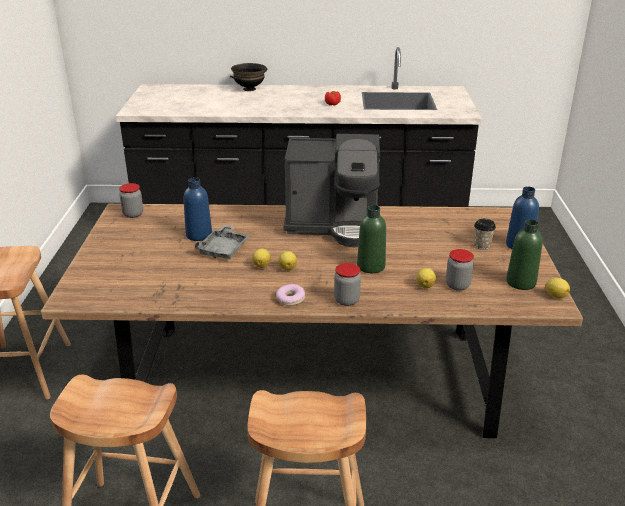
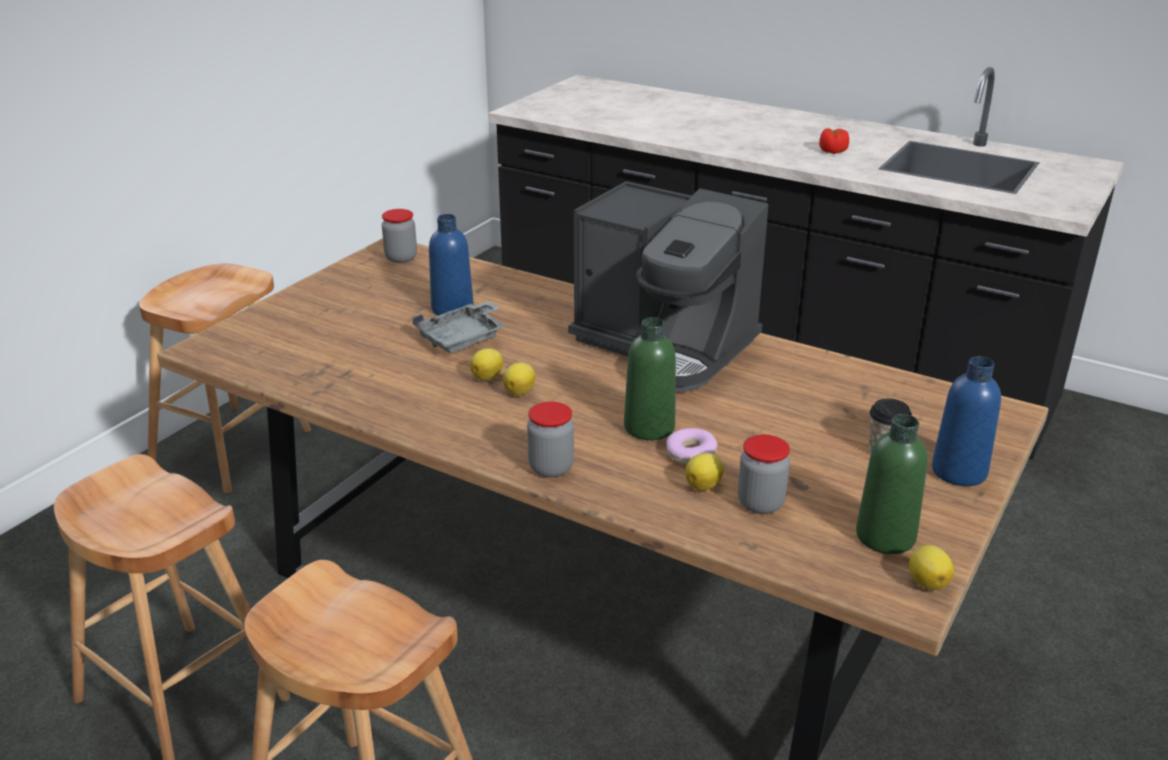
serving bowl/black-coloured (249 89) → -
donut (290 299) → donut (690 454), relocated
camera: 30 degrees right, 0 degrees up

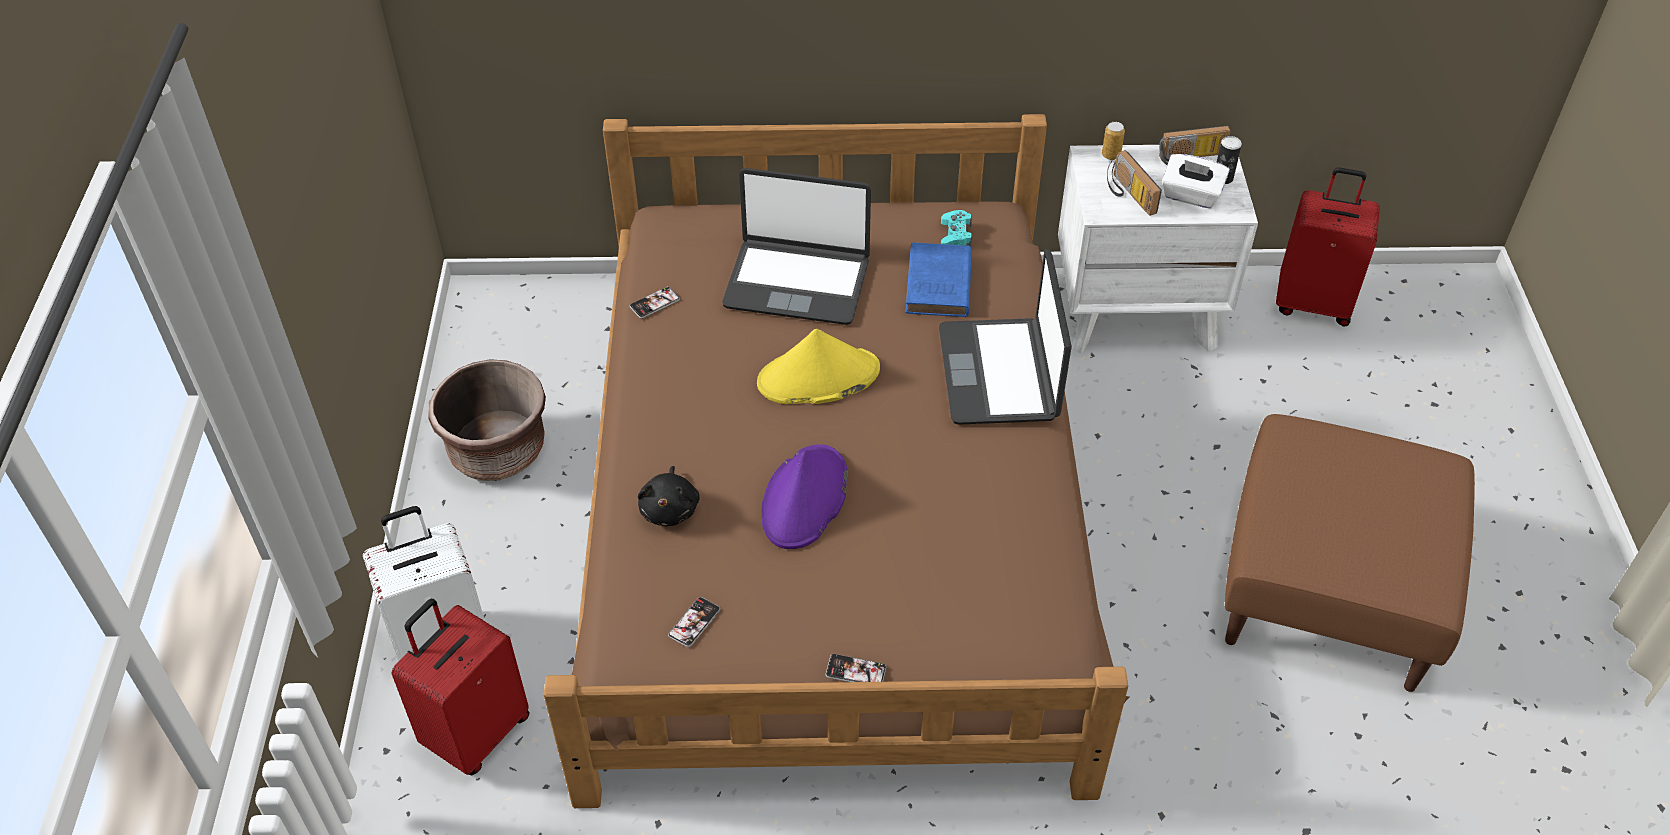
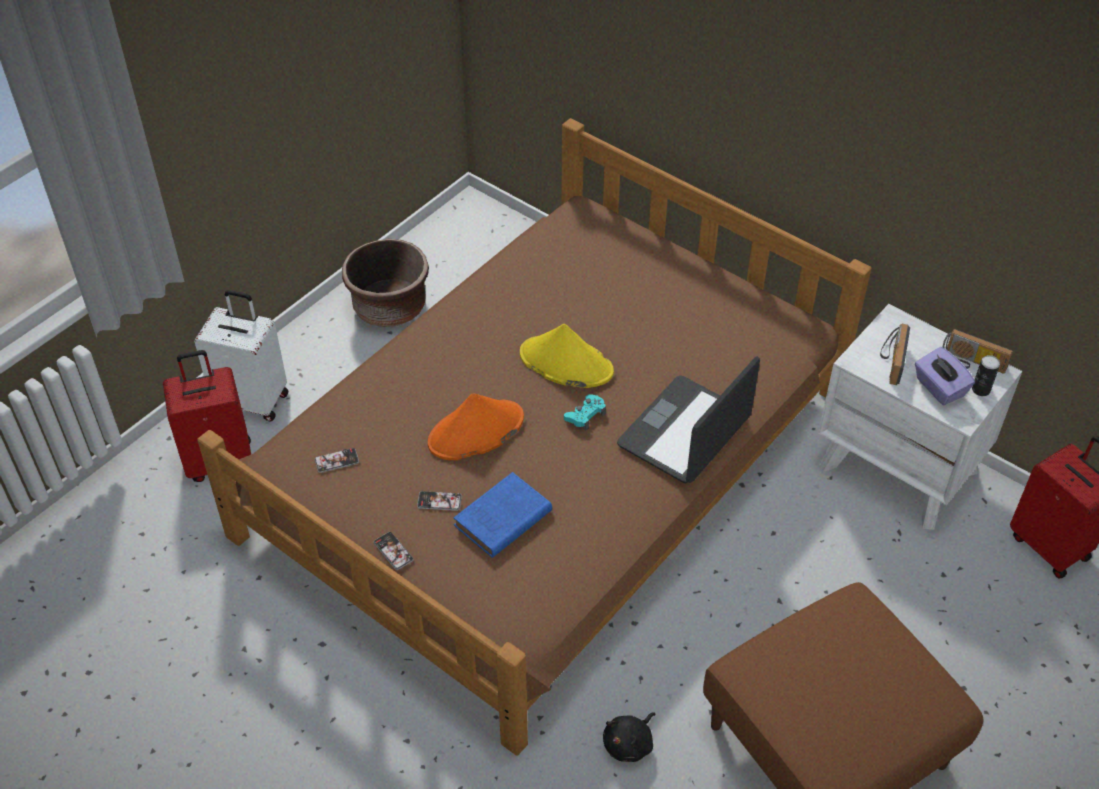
sealed can (1111 155) → -
tissue box/whitish (1191 196) → tissue box/purplish (939 388)
portable computer (797 282) → -
game controller/turquoise (955 235) → game controller/turquoise (585 415), relocated
bound book/blue-coloured (938 286) → bound book/blue-coloured (501 520), relocated
telephone (654 303) → telephone (439 501), relocated
hat/purplish (804 498) → hat/orange (475 431)
soft toy/black-coloured (670 509) → soft toy/black-coloured (630 744), relocated
camera: 40 degrees right, 0 degrees up

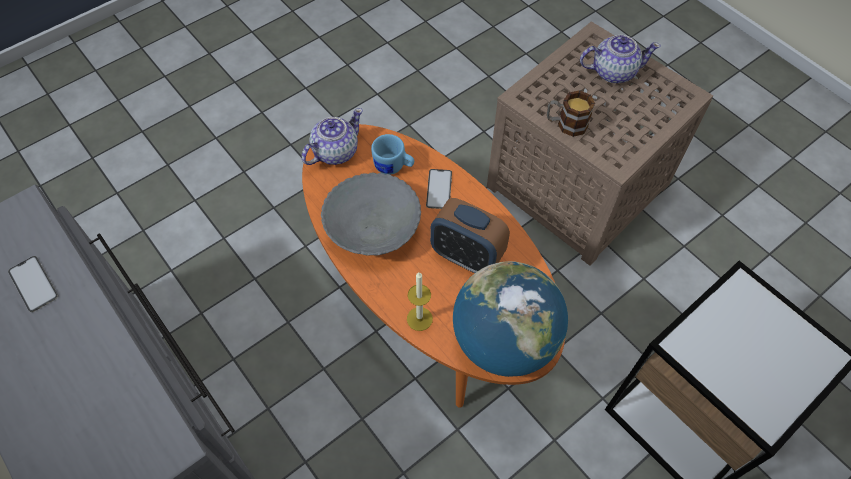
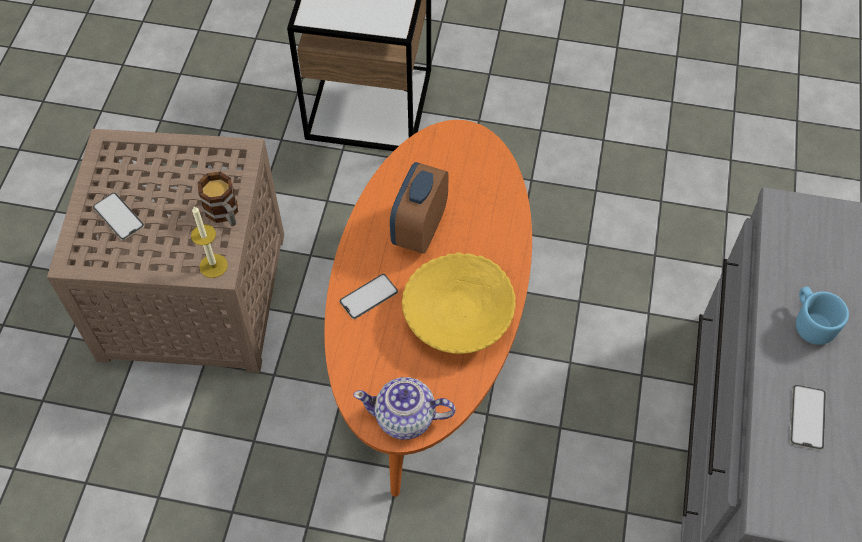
pot for tea (613 71) → telephone (118 216)
tea mug/blue-coloured (393 167) → tea mug/blue-coloured (811 323), relocated
serving bowl/grey (372 227) → serving bowl/yellowish (458 317)
bedside clock (467 256) → bedside clock (419 229), 150 degrees counterclockwise
world globe (504 341) → -
wax light (419 319) → wax light (213 266), relocated
camera: 130 degrees left, 0 degrees up

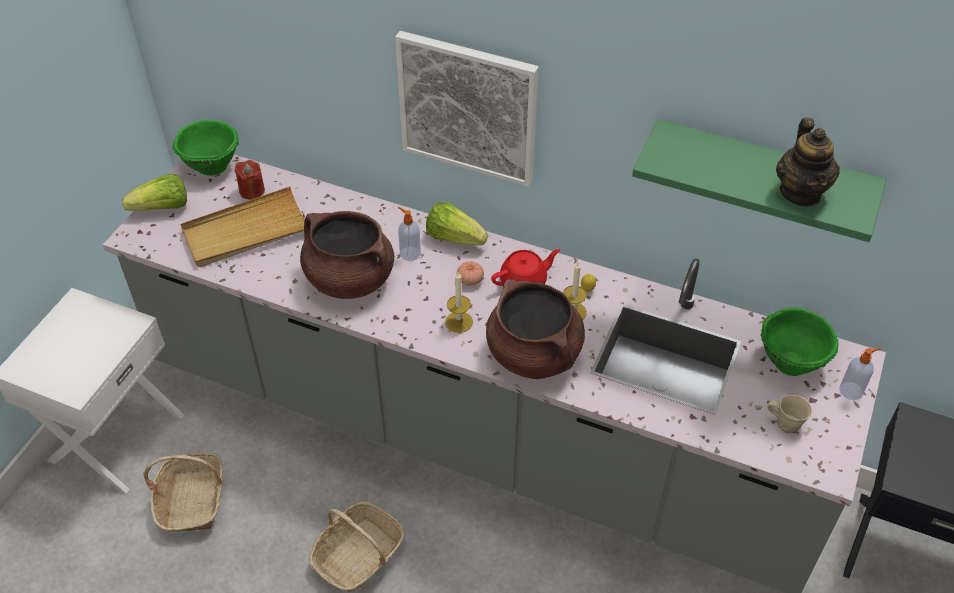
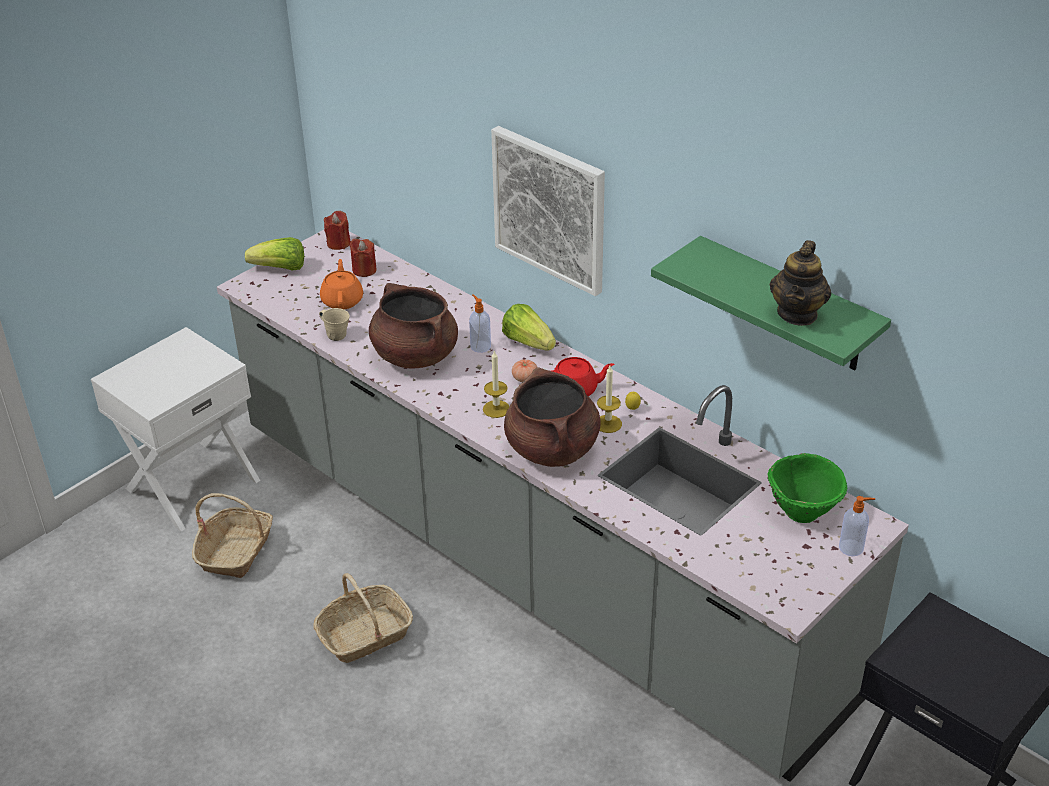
serving bowl/greenish (211 165) → wax light/red-coloured (338 243)
carrying tray/sand-coloured (246 231) → pot for tea/orange (342 300)
tea mug/sand-coloured (786 423) → tea mug/sand-coloured (336 334), relocated
camera: 20 degrees right, 10 degrees down

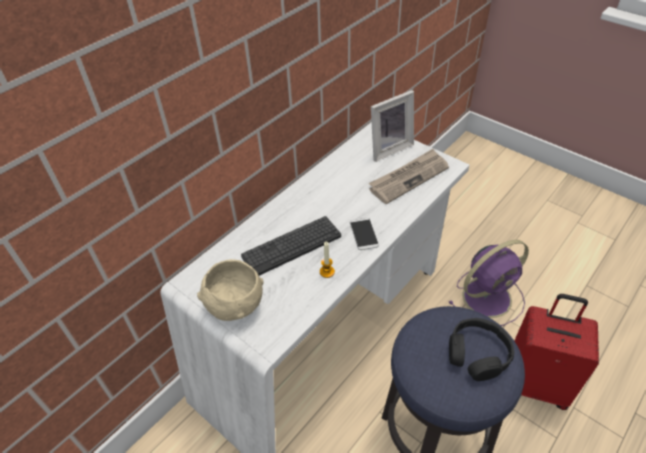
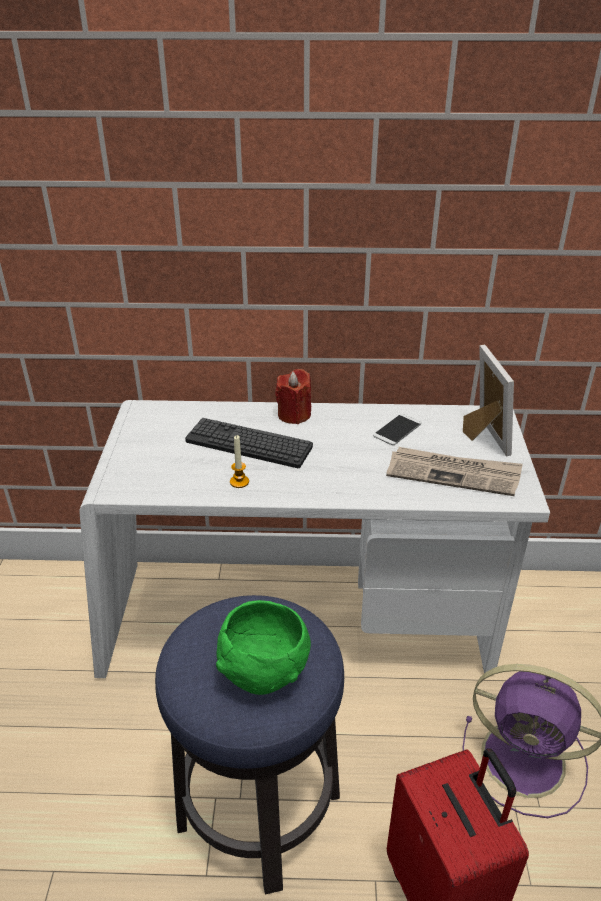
standing frame (388 148) → standing frame (482 437), 120 degrees counterclockwise
telephone (364 234) → telephone (397 430), relocated
serving bowl/sand-coloured (235 307) → -
headset/black-coloured (477 354) → serving bowl/greenish (264 673)
- → wax light/red-coloured (294 415)
camera: 50 degrees right, 10 degrees down

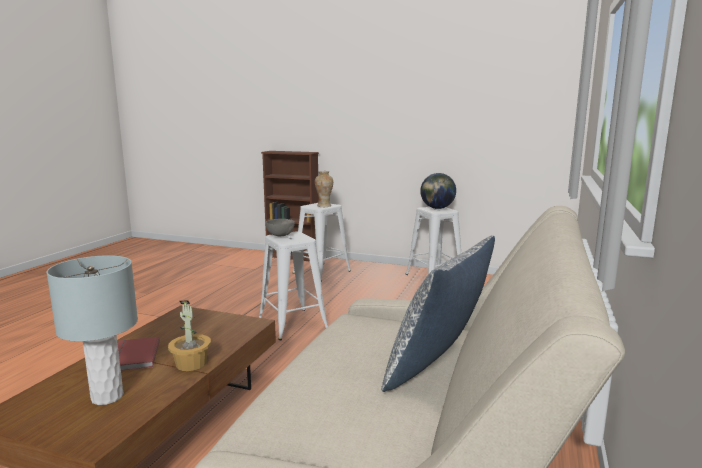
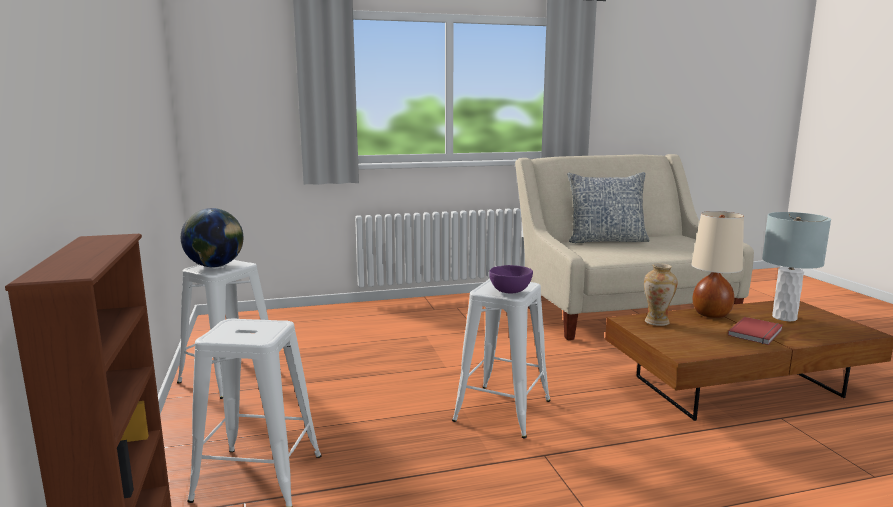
decorative vase (324 206) → decorative vase (656 322), relocated
serving bowl/grey (281 236) → serving bowl/purplish (510 292)
plant in a pot (191 364) → table lamp/sand-coloured (712 314)
camera: 125 degrees left, 0 degrees up

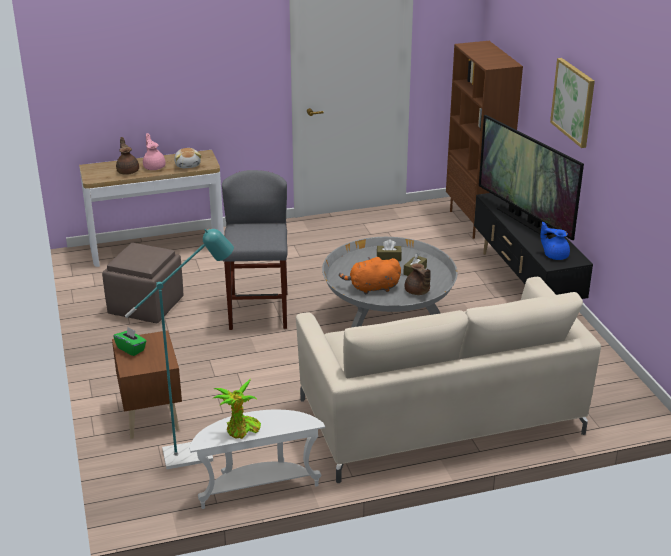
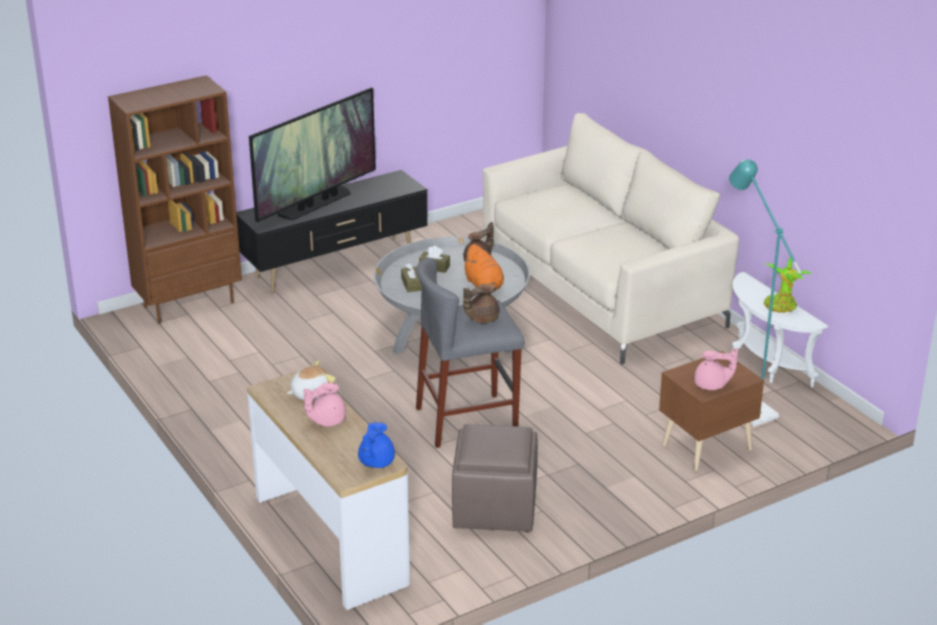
wall art (573 102) → -
pot for tea/brownish (128 171) → pot for tea/brownish (481 318), relocated
pot for tea/blue-coloured (555 255) → pot for tea/blue-coloured (375 462), relocated
tissue box/greenish (131 349) → pot for tea/pink (712 385)
camera: 105 degrees left, 0 degrees up

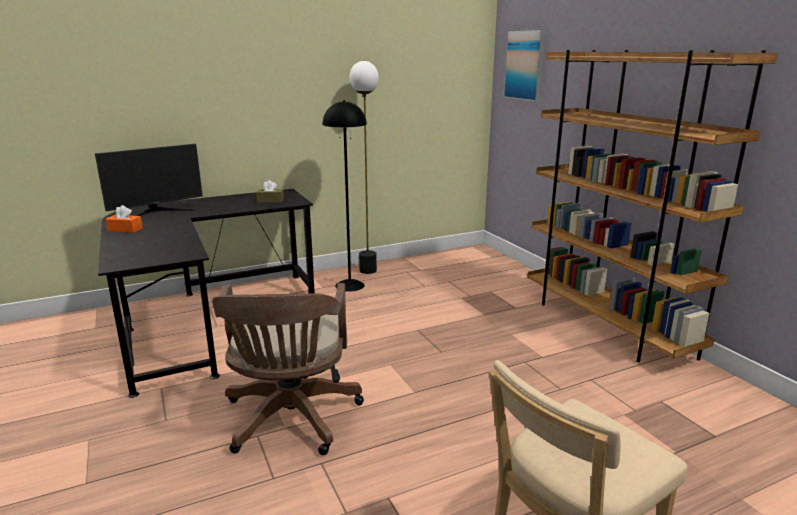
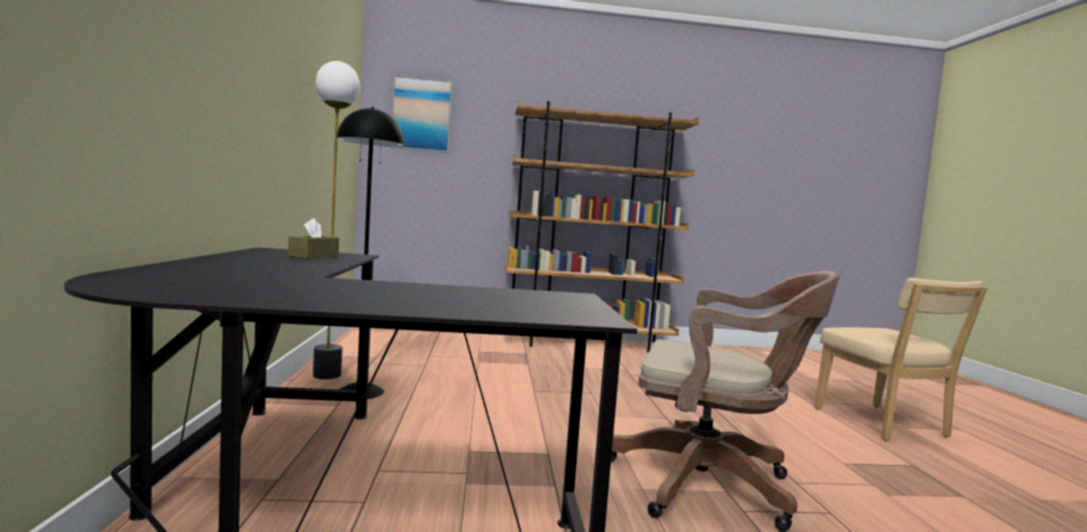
computer display (156 213) → -
tissue box/orange (125 229) → -
camera: 70 degrees left, 15 degrees down

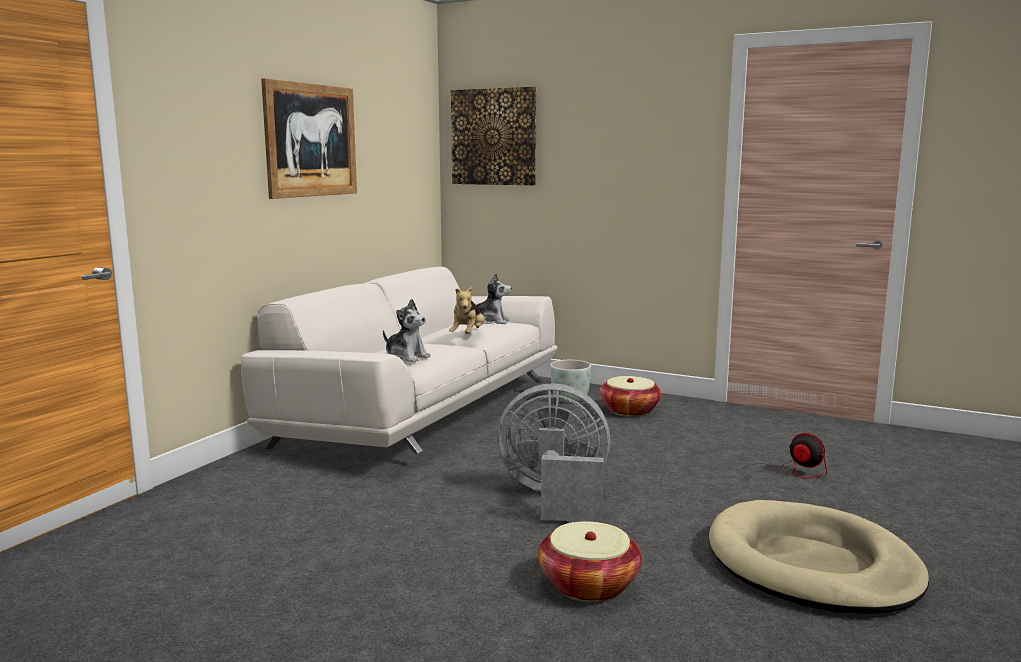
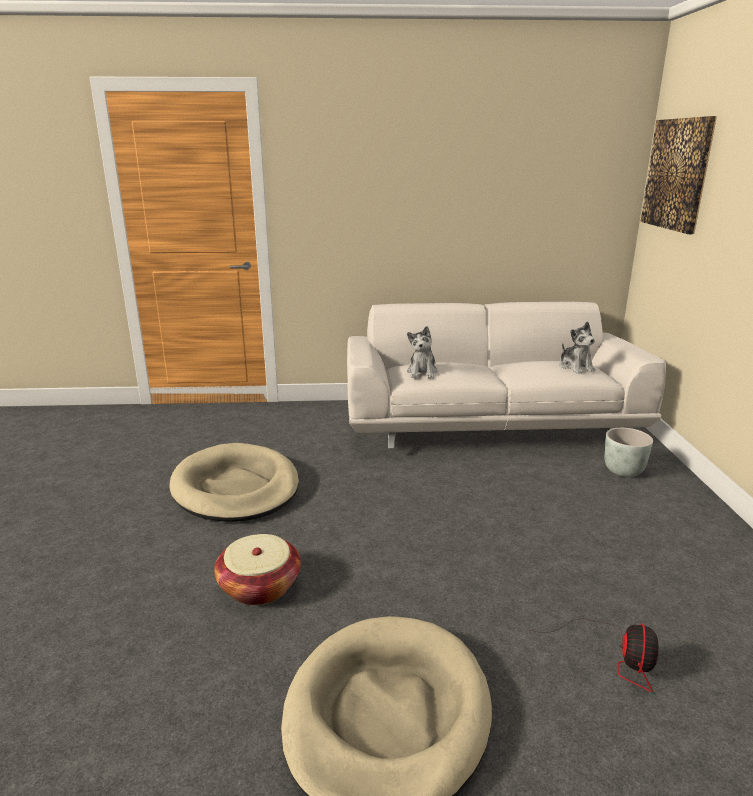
wall art (311 140) → -
soft toy (468 335) → -
storage basket (629 410) → -
electric fan/grey (555 498) → -
- → dog bed/sand-coloured (236 488)
camera: 60 degrees right, 10 degrees up

